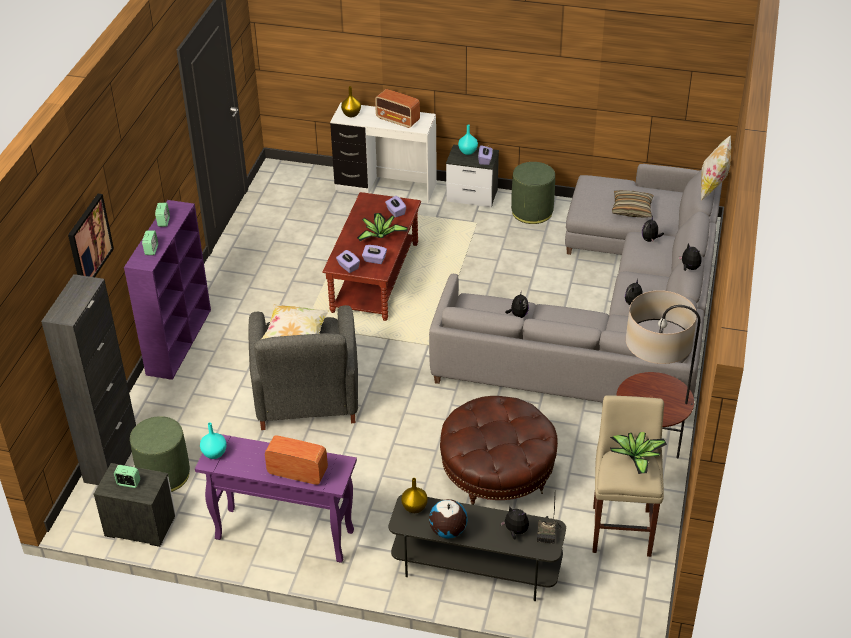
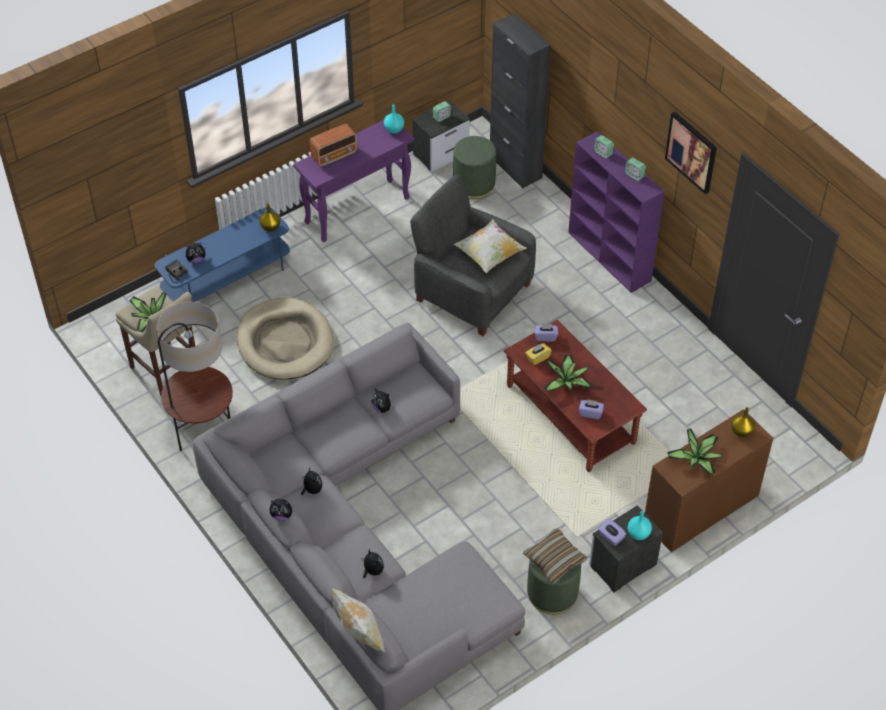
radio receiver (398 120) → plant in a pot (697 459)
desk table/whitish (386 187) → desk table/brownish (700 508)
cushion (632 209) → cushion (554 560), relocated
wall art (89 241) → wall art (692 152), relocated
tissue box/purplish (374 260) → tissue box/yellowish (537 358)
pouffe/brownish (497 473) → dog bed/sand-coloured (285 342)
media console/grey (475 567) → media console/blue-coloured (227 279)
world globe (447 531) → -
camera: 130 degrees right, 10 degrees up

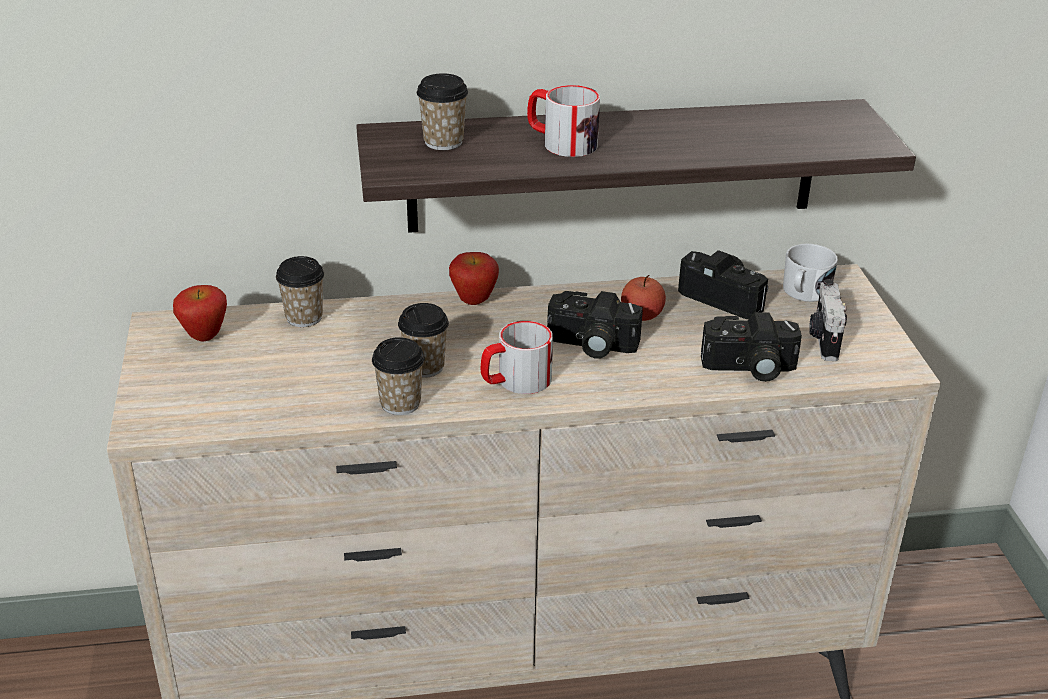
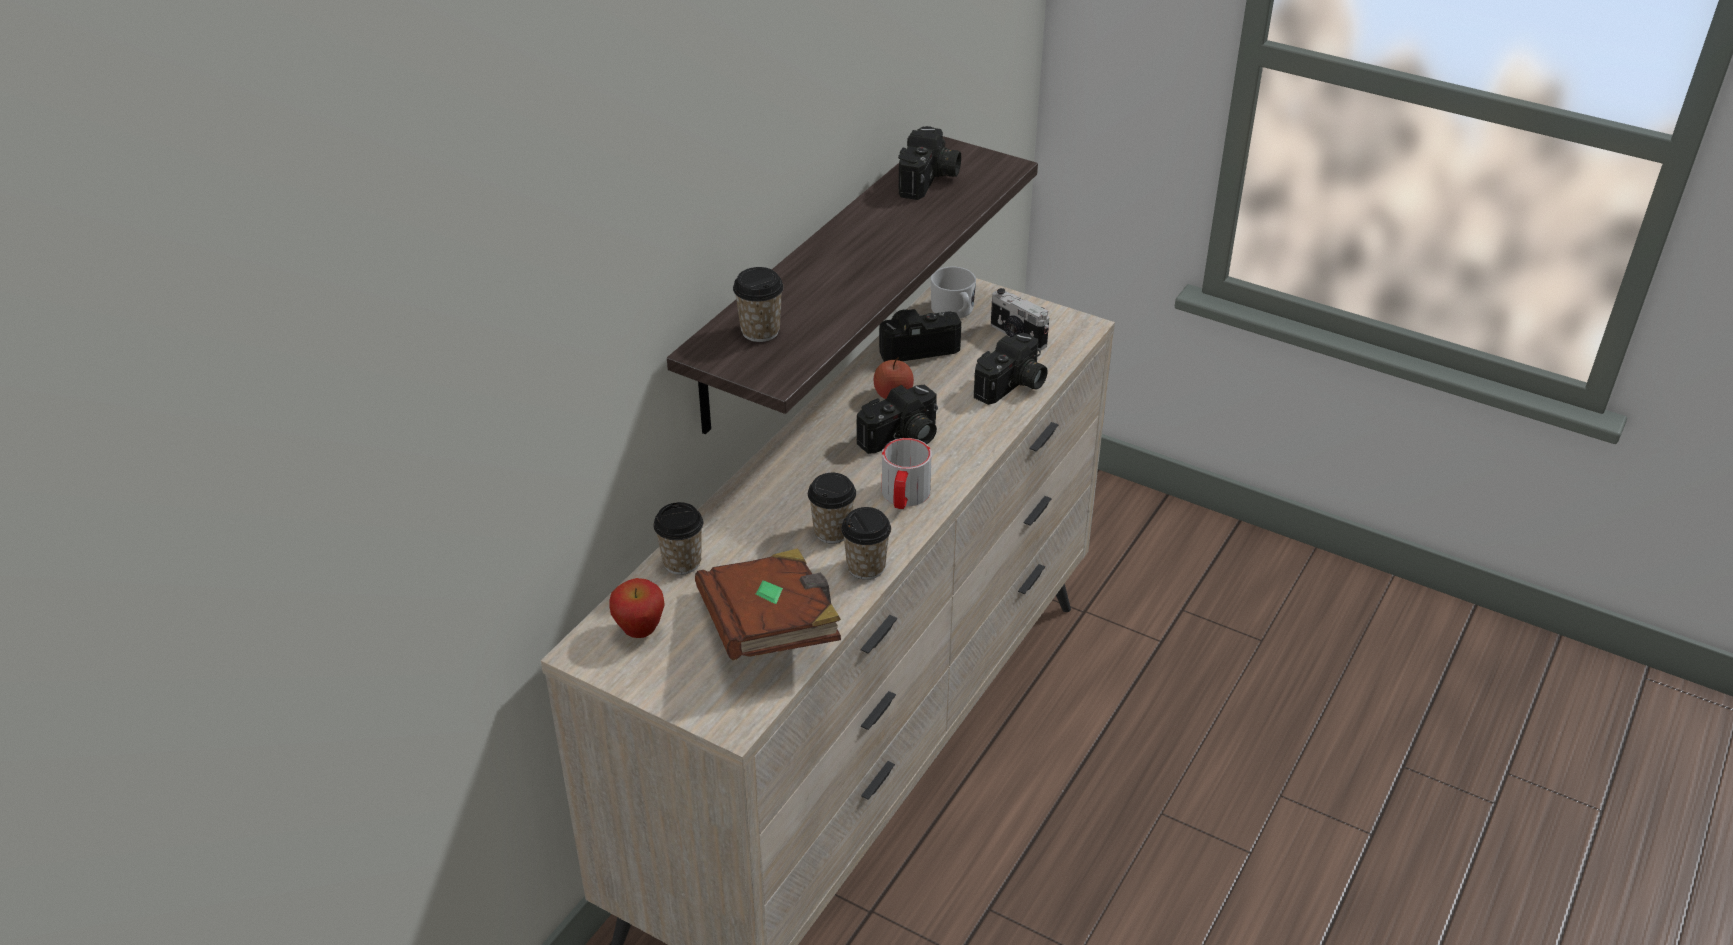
tea mug (561 142) → -
whole apple (474 301) → -
- → still camera (930 180)
- → bound book/brownish (771 629)
camera: 50 degrees left, 5 degrees up

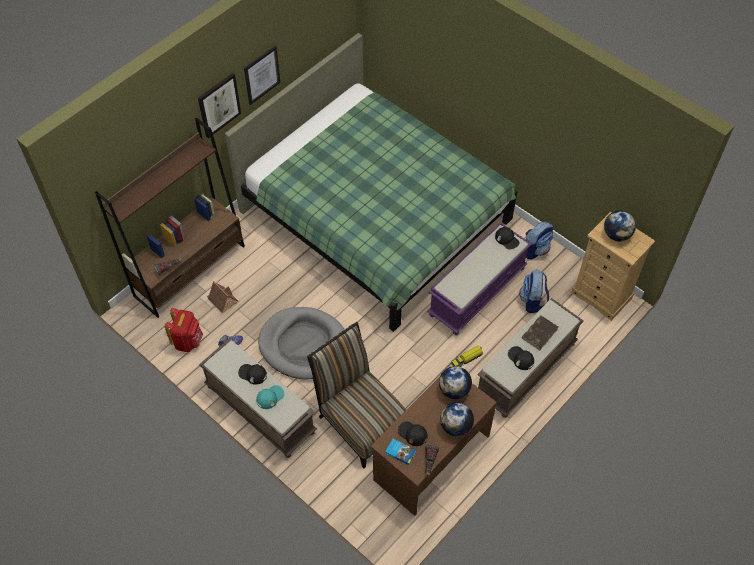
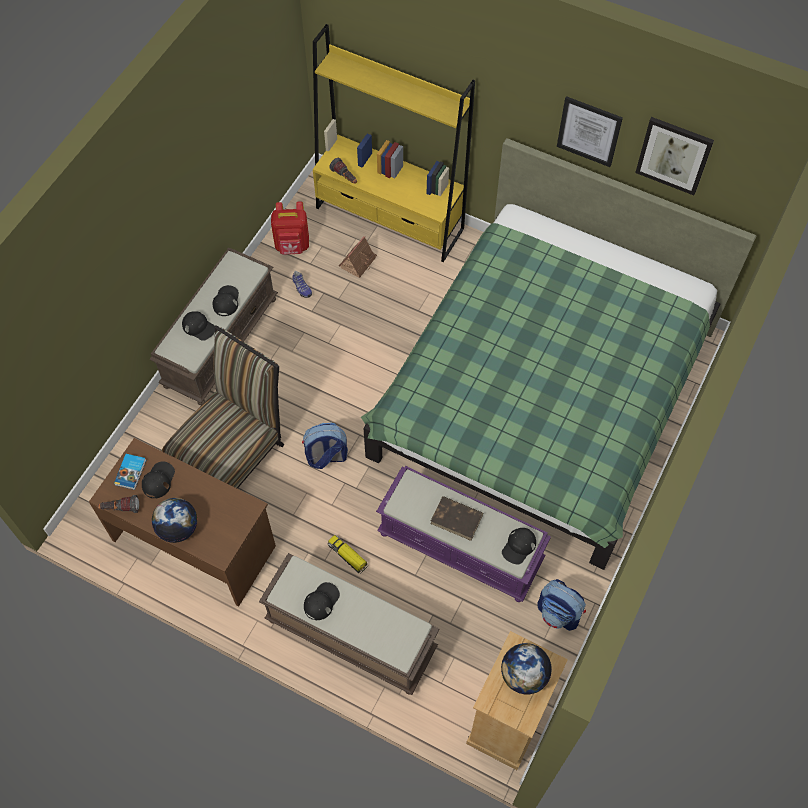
wall art (219 105) → wall art (674 155), relocated
bookcase/brownish (190 270) → bookcase/yellowish (390 219)
backpack (532 301) → backpack (326 457), relocated
dog bed/grey (303 345) → -
bound book/brownish (539 333) → bound book/brownish (457 519), relocated
world globe (454 390) → -
cap/turquoise (270 397) → cap/black-coloured (199 327)
camera: 75 degrees right, 5 degrees up

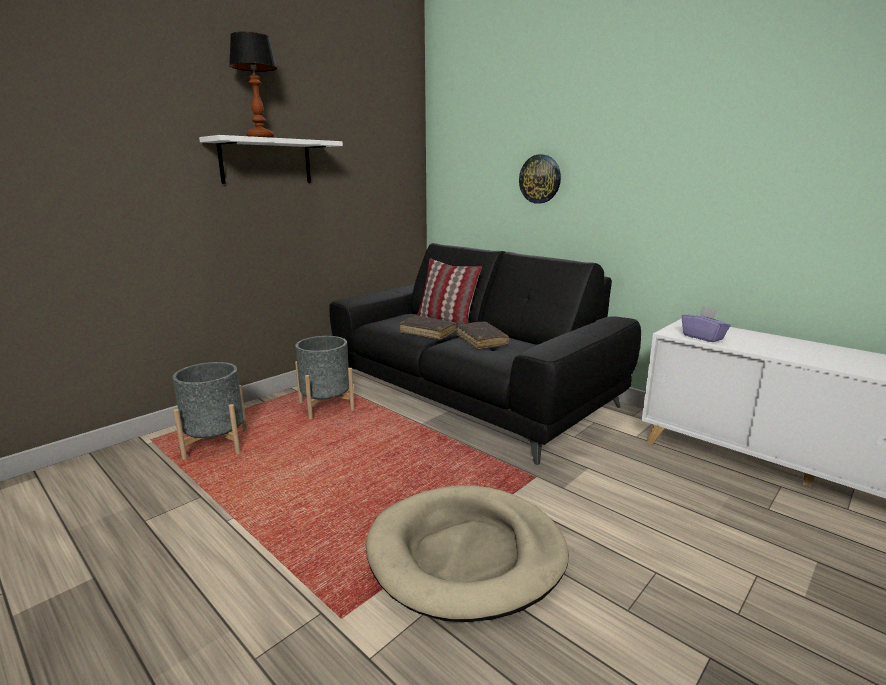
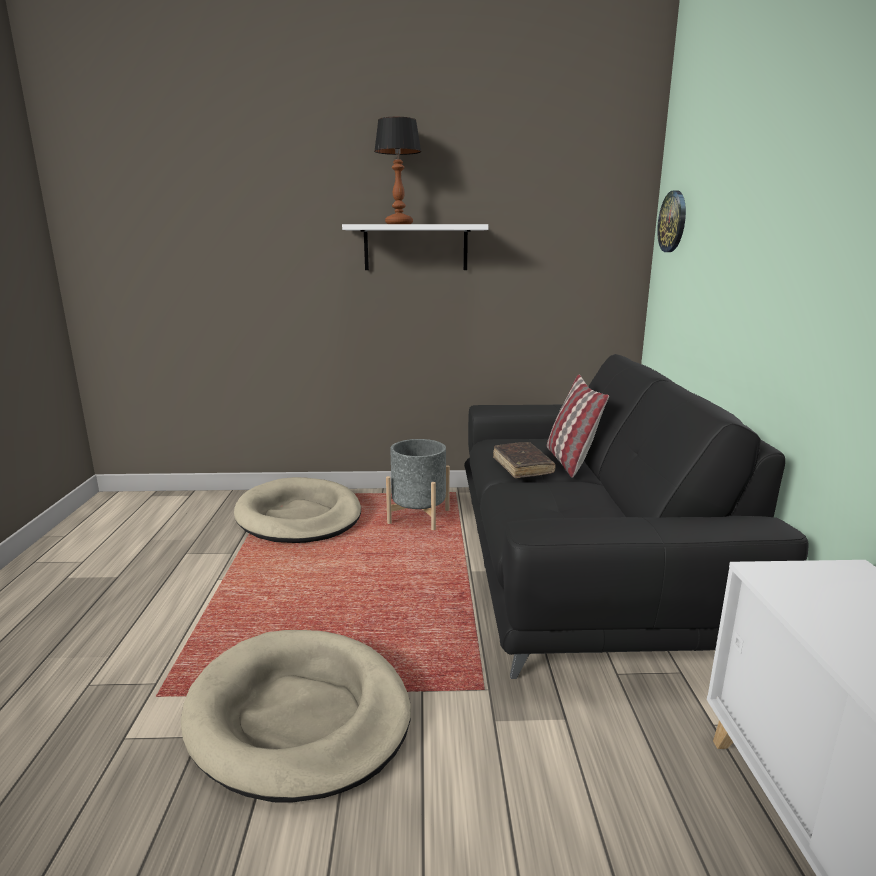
wall clock (540 179) → wall clock (673 221), relocated
tissue box/purplish (703 337) → -
bound book/brownish (481 341) → -
plant pot/grey (216 444) → dog bed/sand-coloured (299 516)
camera: 45 degrees right, 0 degrees up

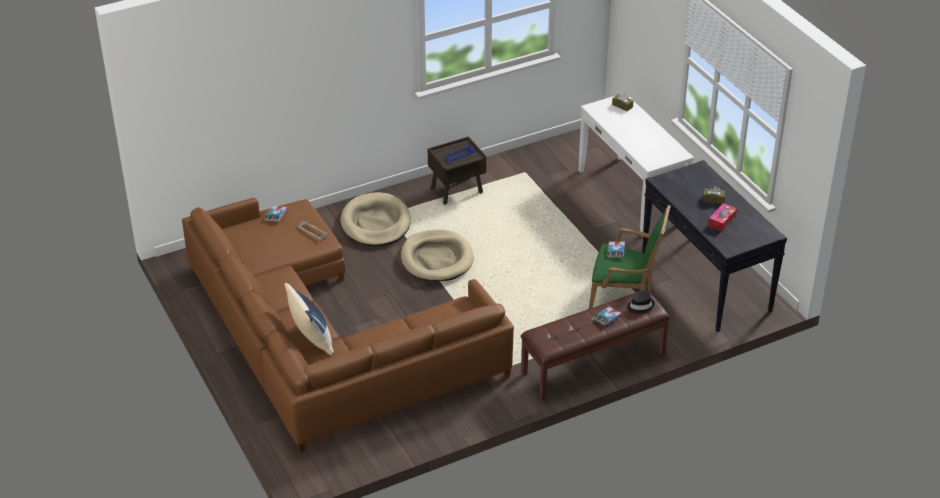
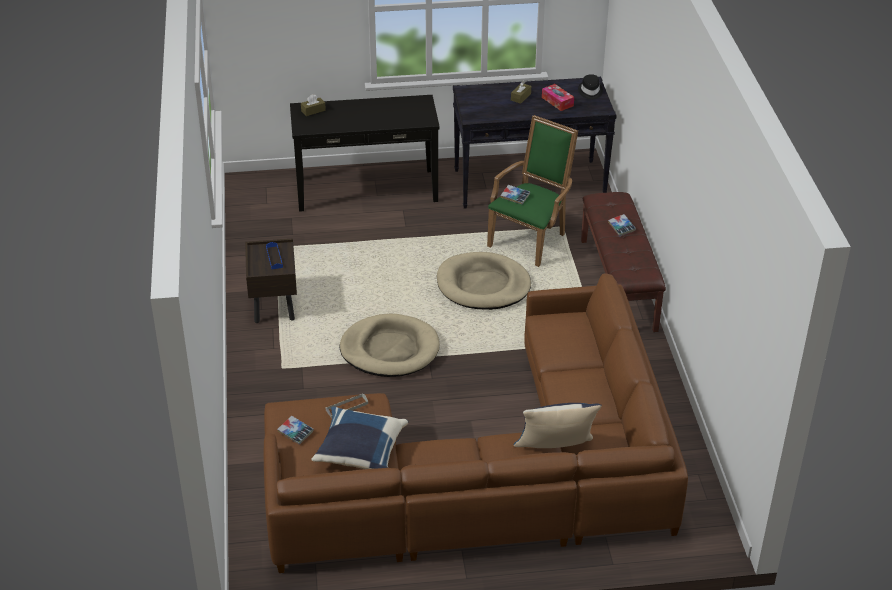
console table/whitish (631 195) → console table/black-coloured (366 189)
dog bed/sand-coloured (375 223) → dog bed/sand-coloured (483 285), relocated
hat/black-coloured (640 306) → hat/black-coloured (590 91), relocated
- → cushion/blue-coloured (360 452)
camera: 70 degrees left, 0 degrees up

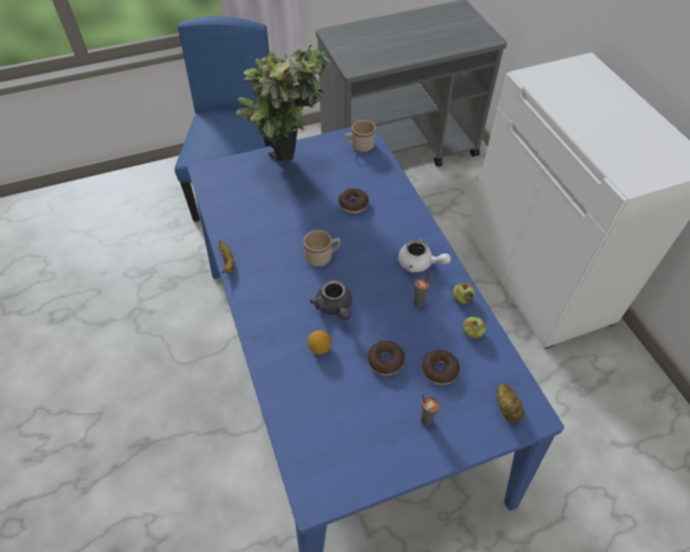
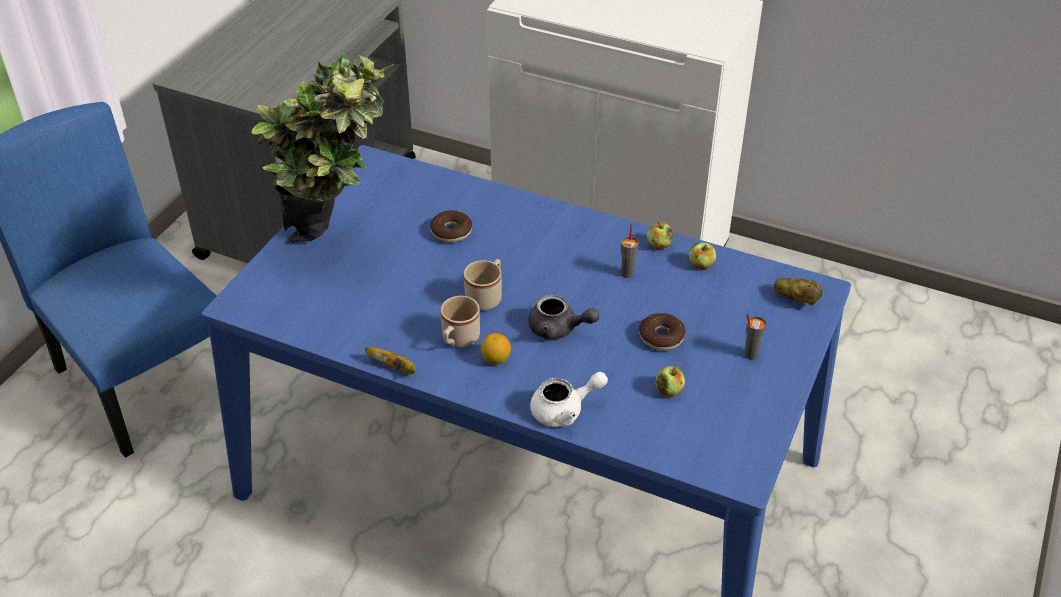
tea mug/sand-coloured (359 146) → tea mug/sand-coloured (458 340), relocated
pot for tea/whitish (419 264) → pot for tea/whitish (564 410), relocated
citrus fruit (319 348) → citrus fruit (496 359), relocated
donut (439 370) → -
- → whole apple (669 390)
camera: 45 degrees left, 10 degrees down

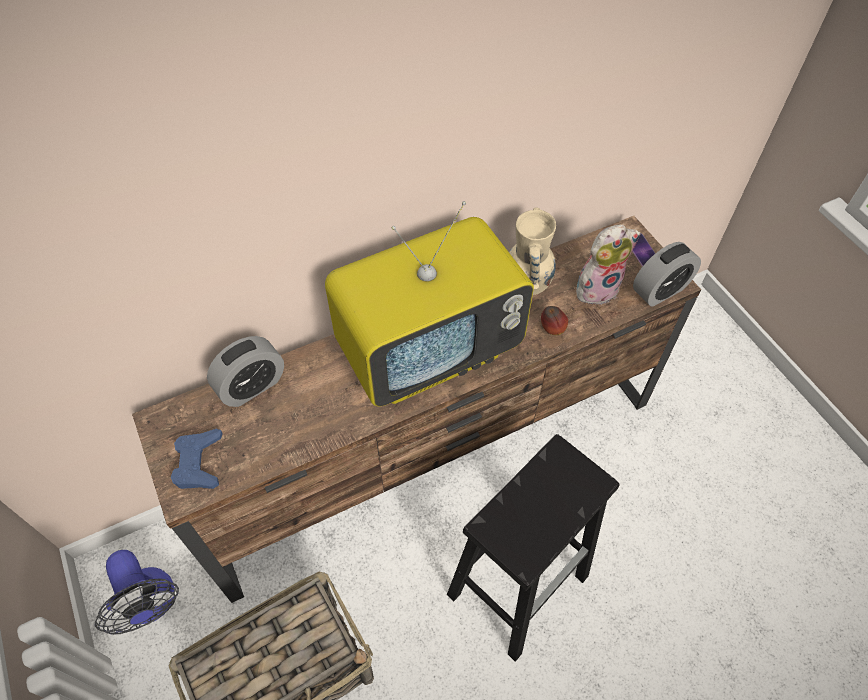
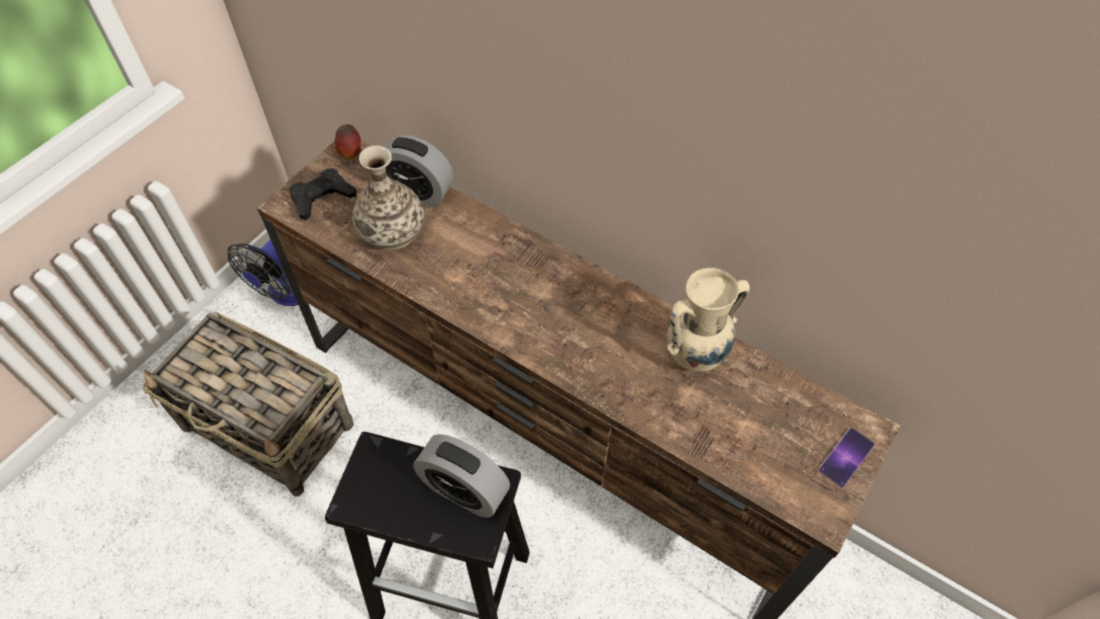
television (429 351) → -
soft toy (597 288) → -
bedside clock (660 291) → bedside clock (464 490), relocated
whole apple (552 330) → whole apple (351 154), relocated
game controller/blue-coloured (199 463) → game controller/black-coloured (322 197)
- → decorative vase (392 231)
camera: 60 degrees right, 0 degrees up

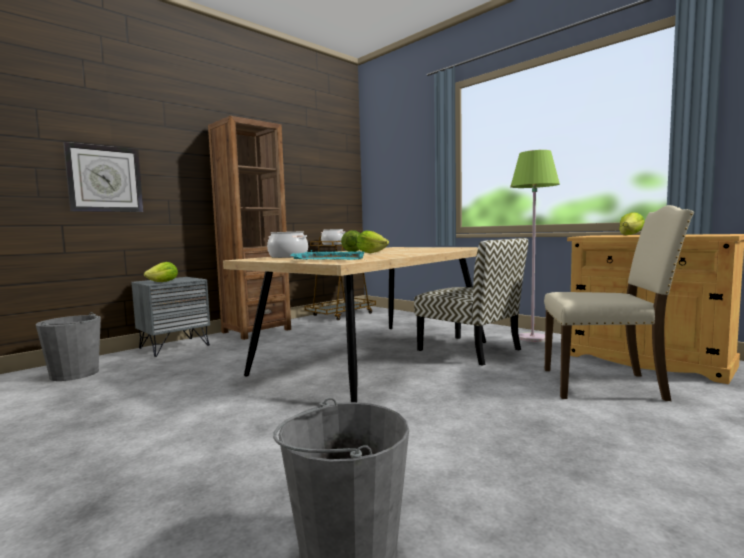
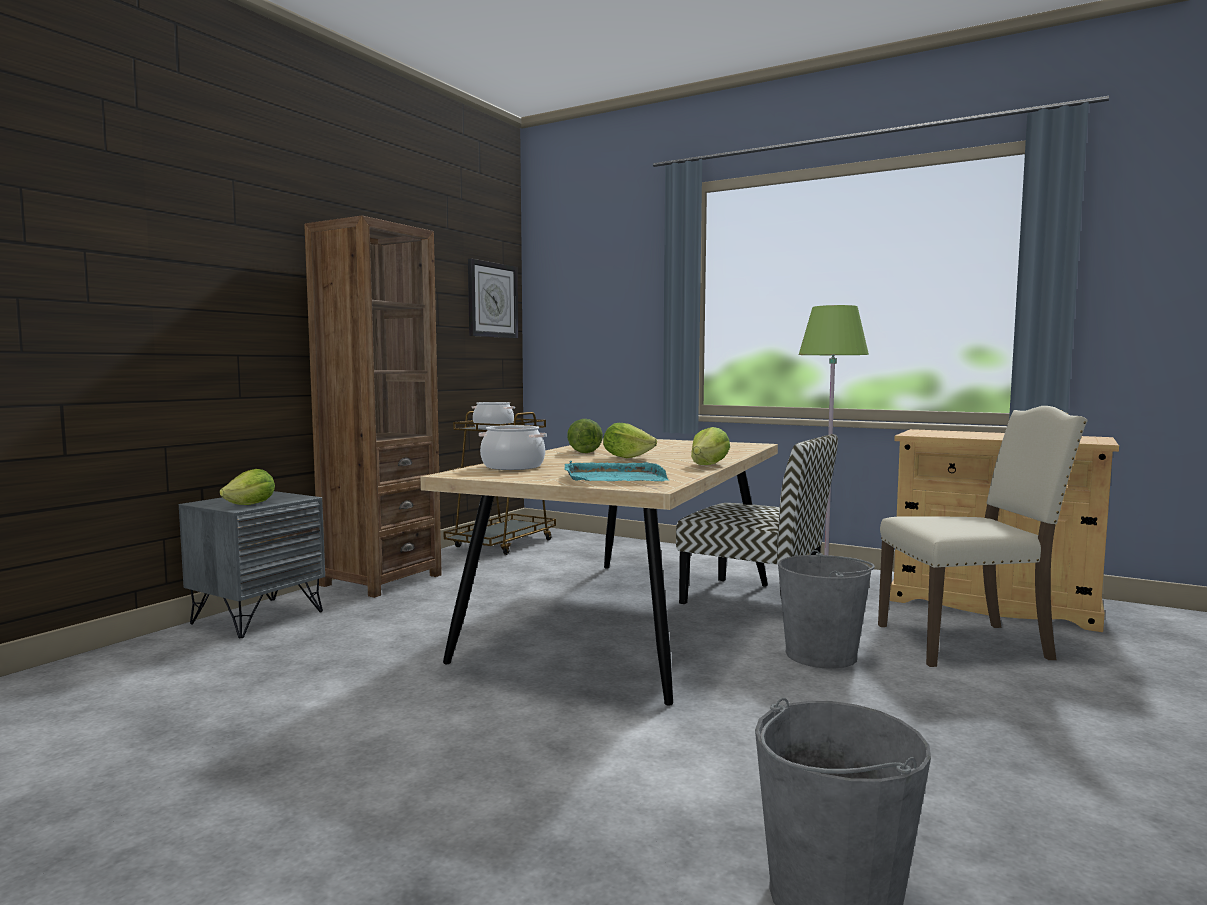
wall clock (105 179) → wall clock (492 300), relocated
lettuce head (631 235) → lettuce head (709 465), relocated
water bucket/grey (75 374) → water bucket/grey (822 655), relocated
camera: 15 degrees left, 0 degrees up

